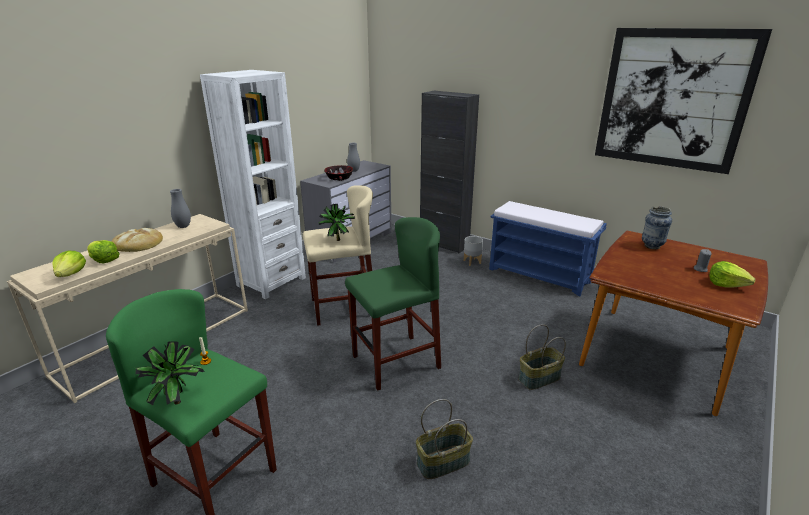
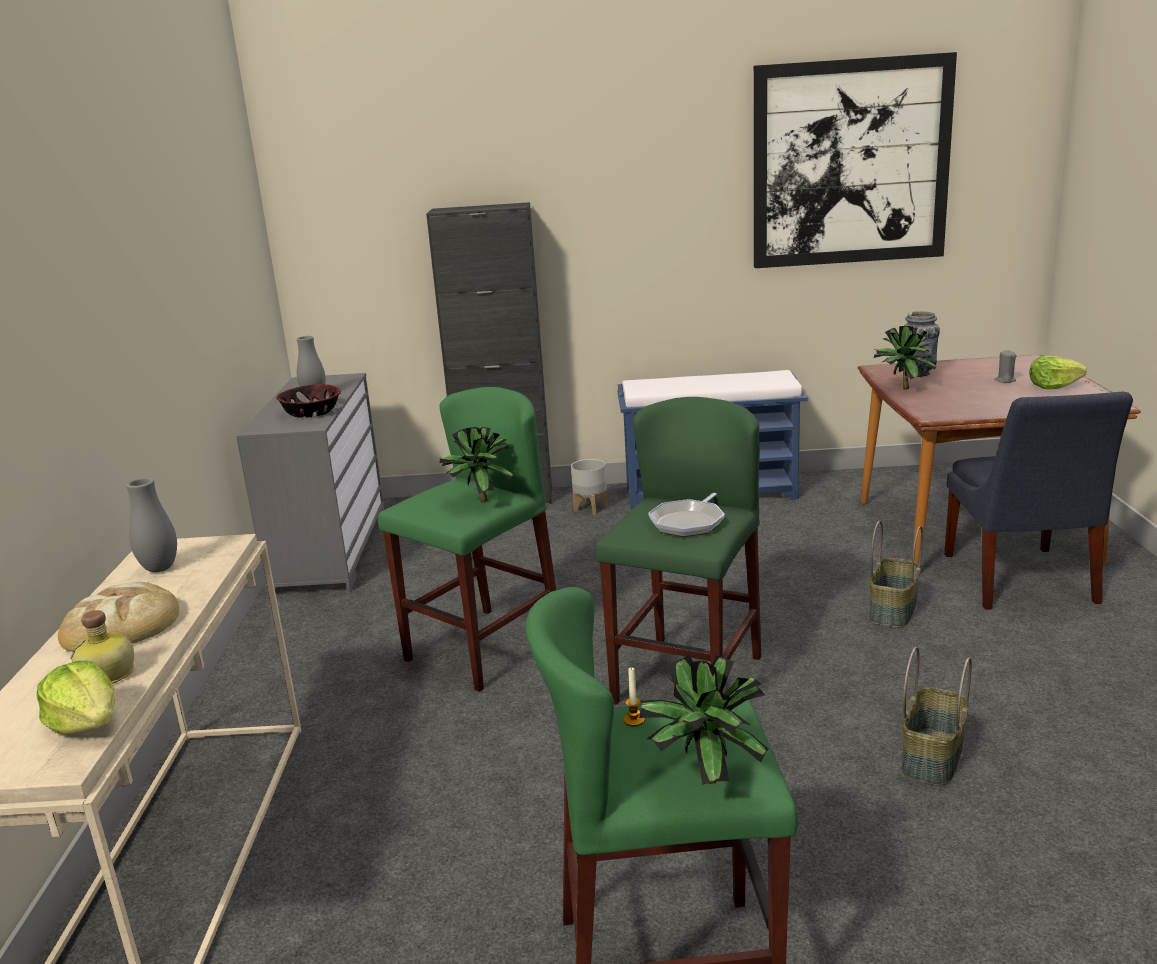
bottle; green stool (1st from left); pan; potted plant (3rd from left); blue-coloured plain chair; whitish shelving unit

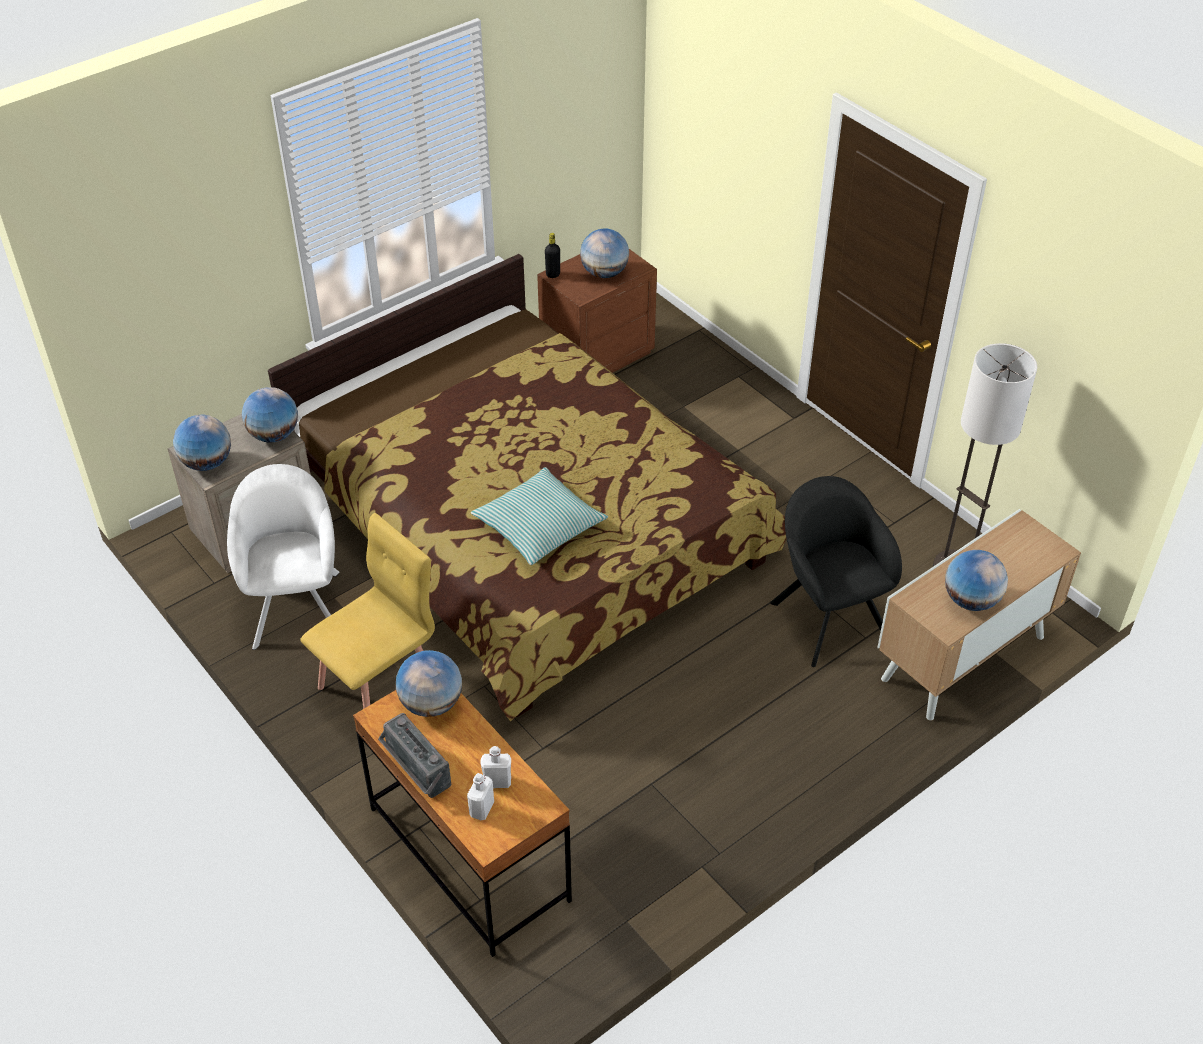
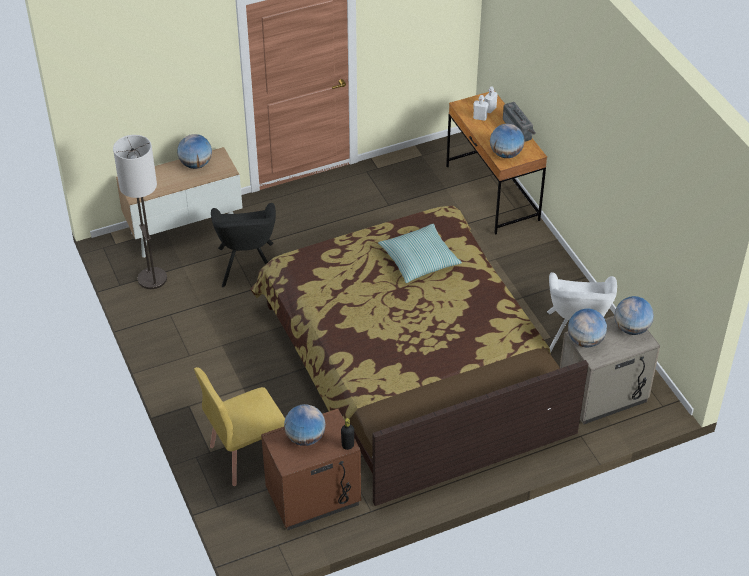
yellow plain chair

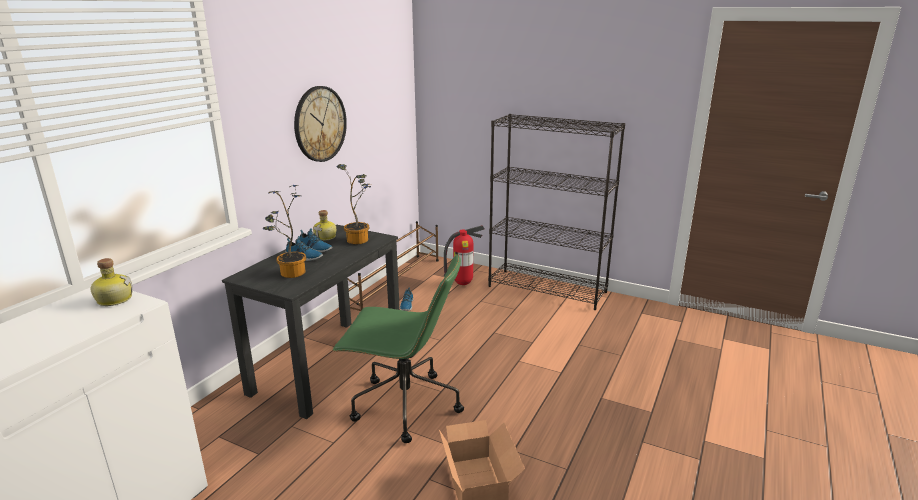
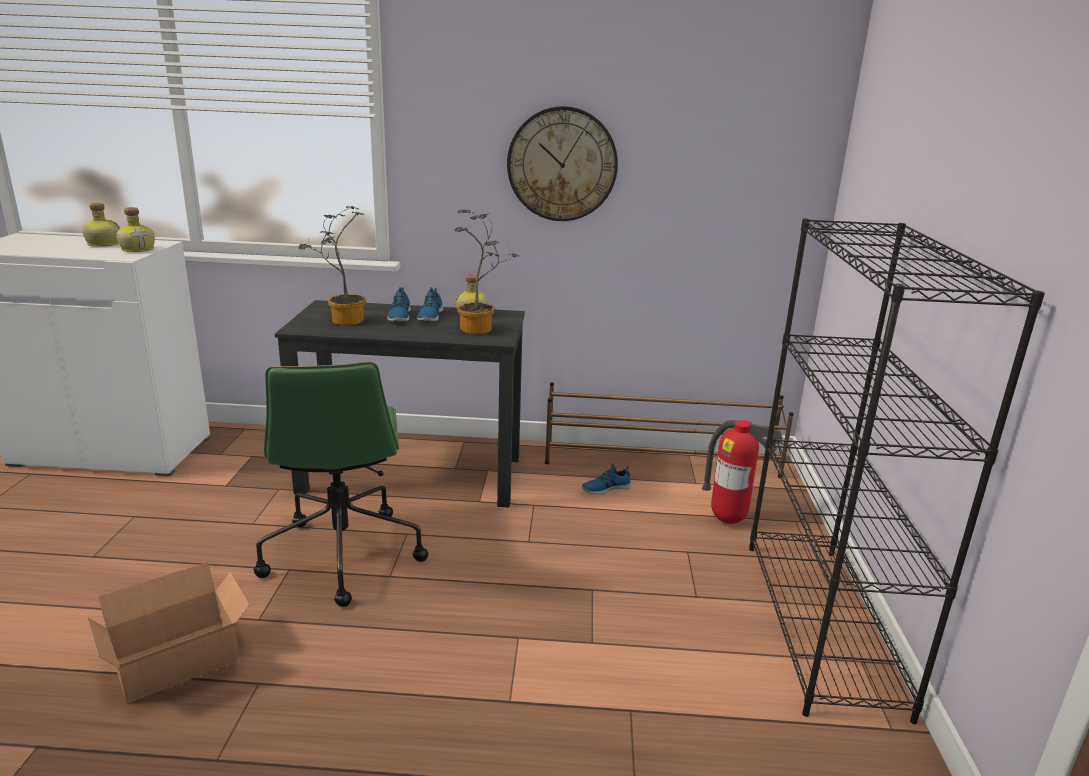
bottle (1st from left)

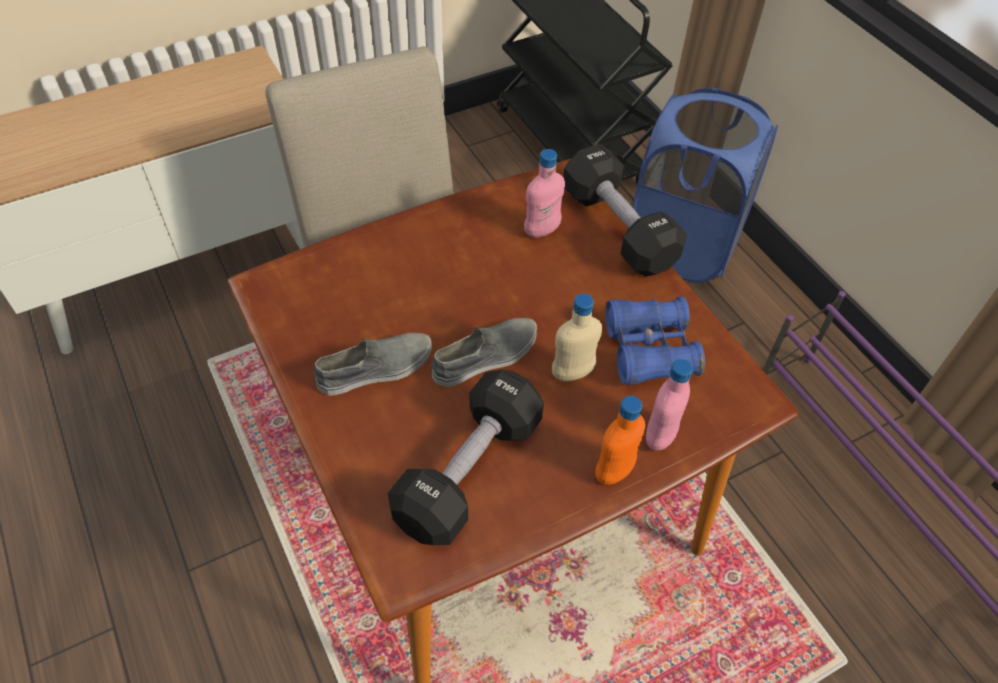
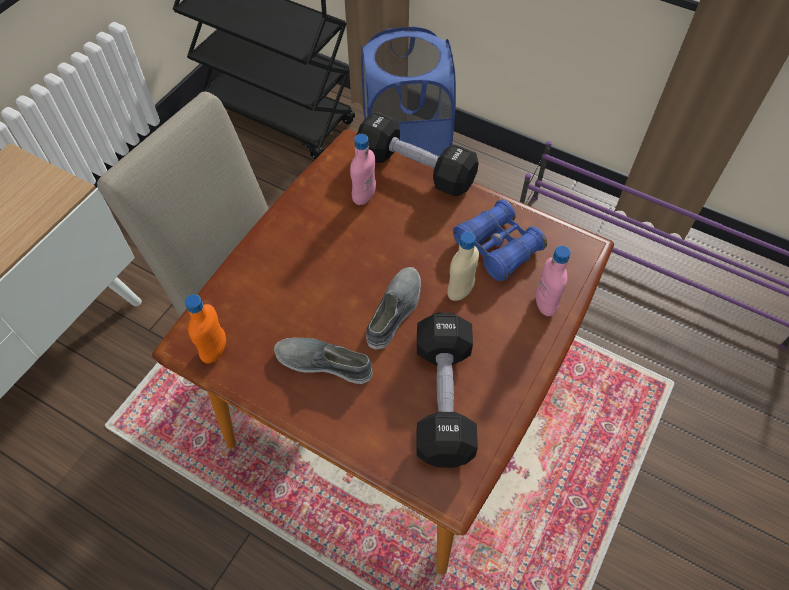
orange-coloured bottle; grey item of footwear (1st from left)

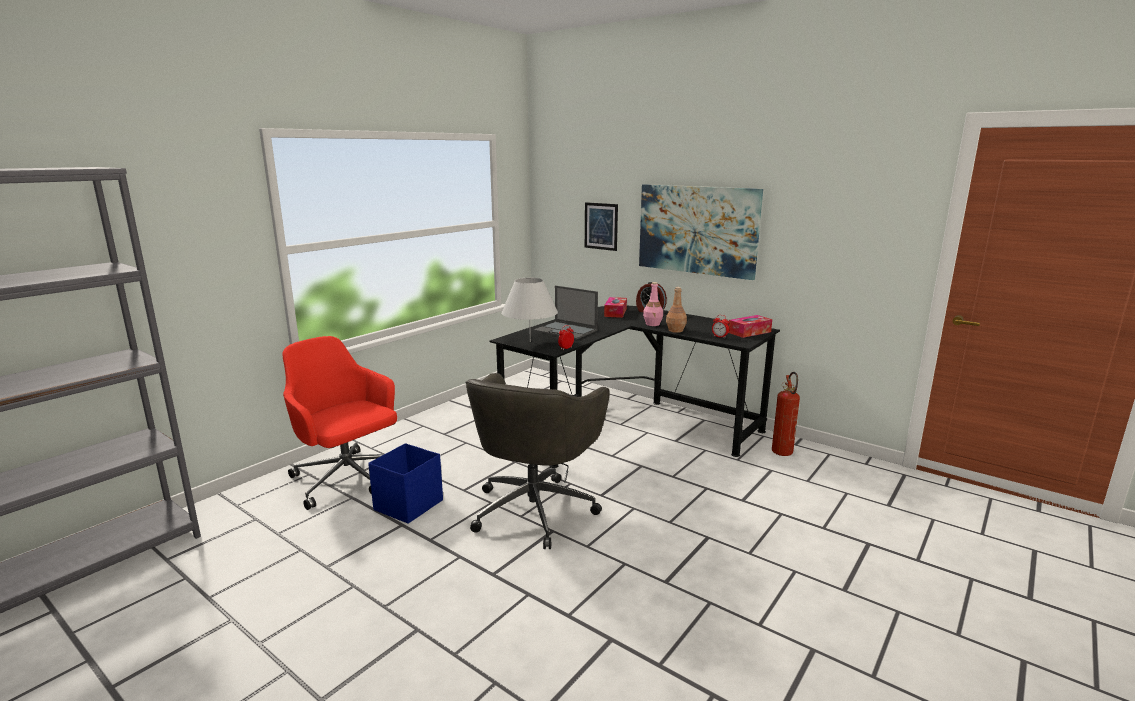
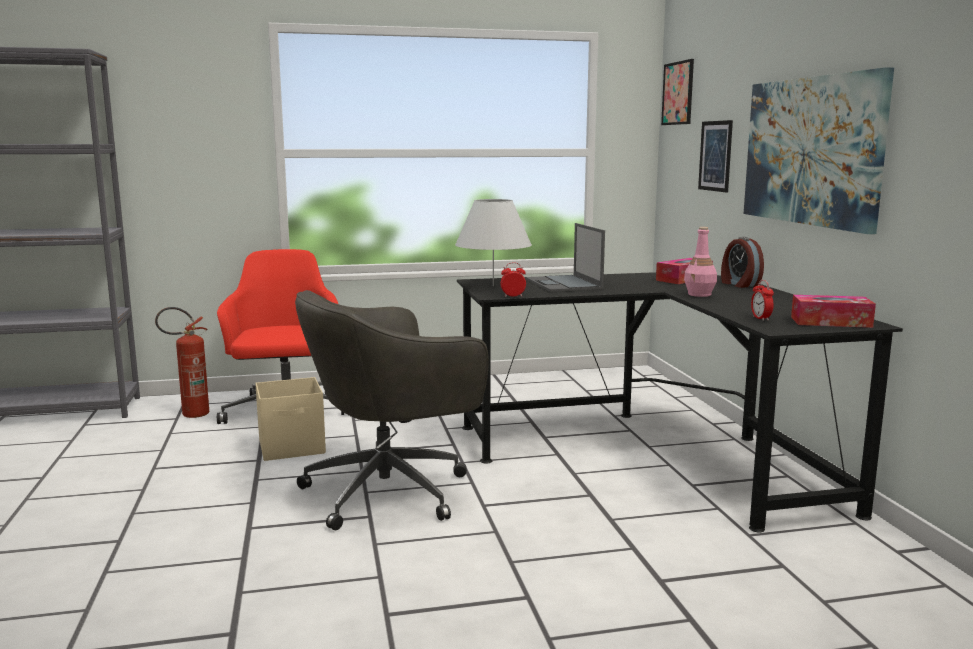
fire-fighting cylinder; beige storage container; wall art (1st from left); brownish bottle

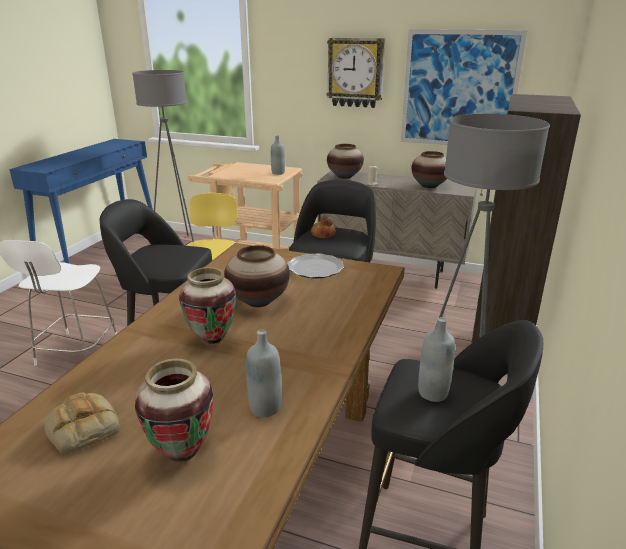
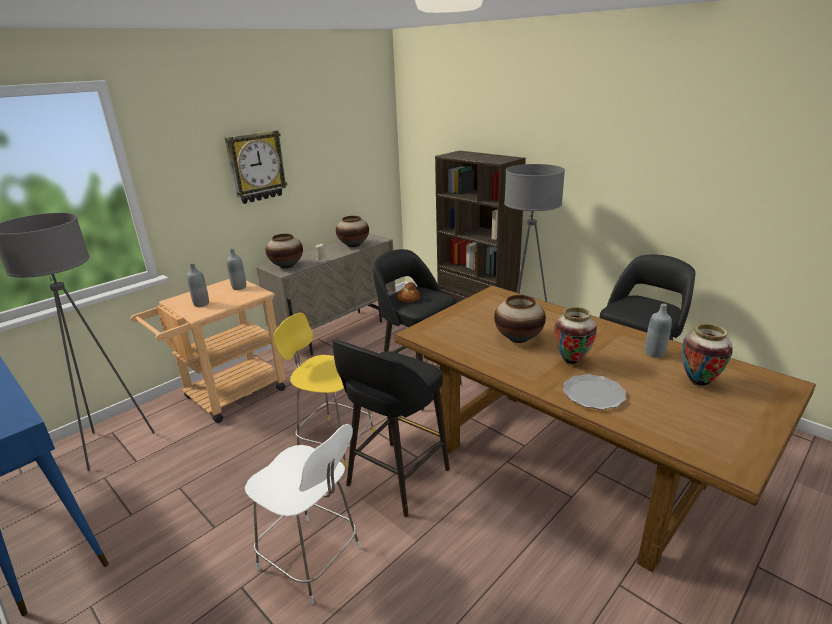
grey bottle (1st from left); plate; bread (1st from left in the first image); wall art

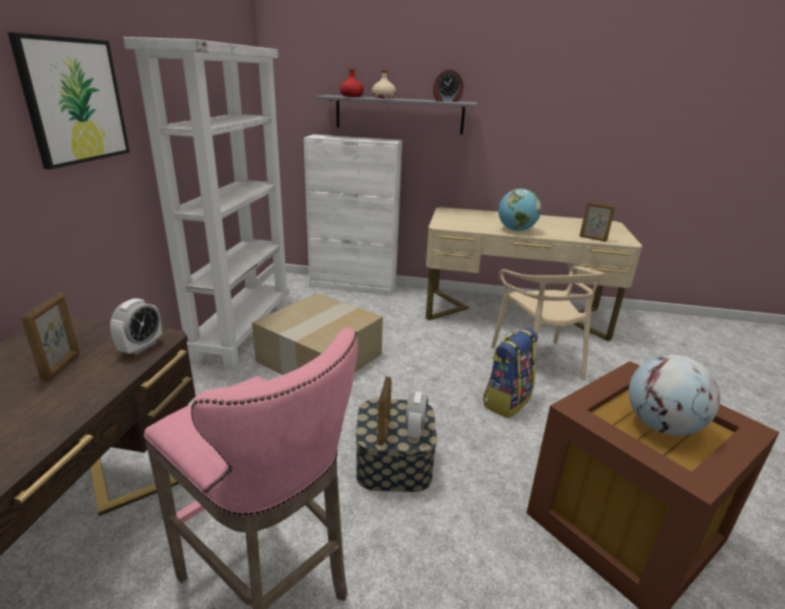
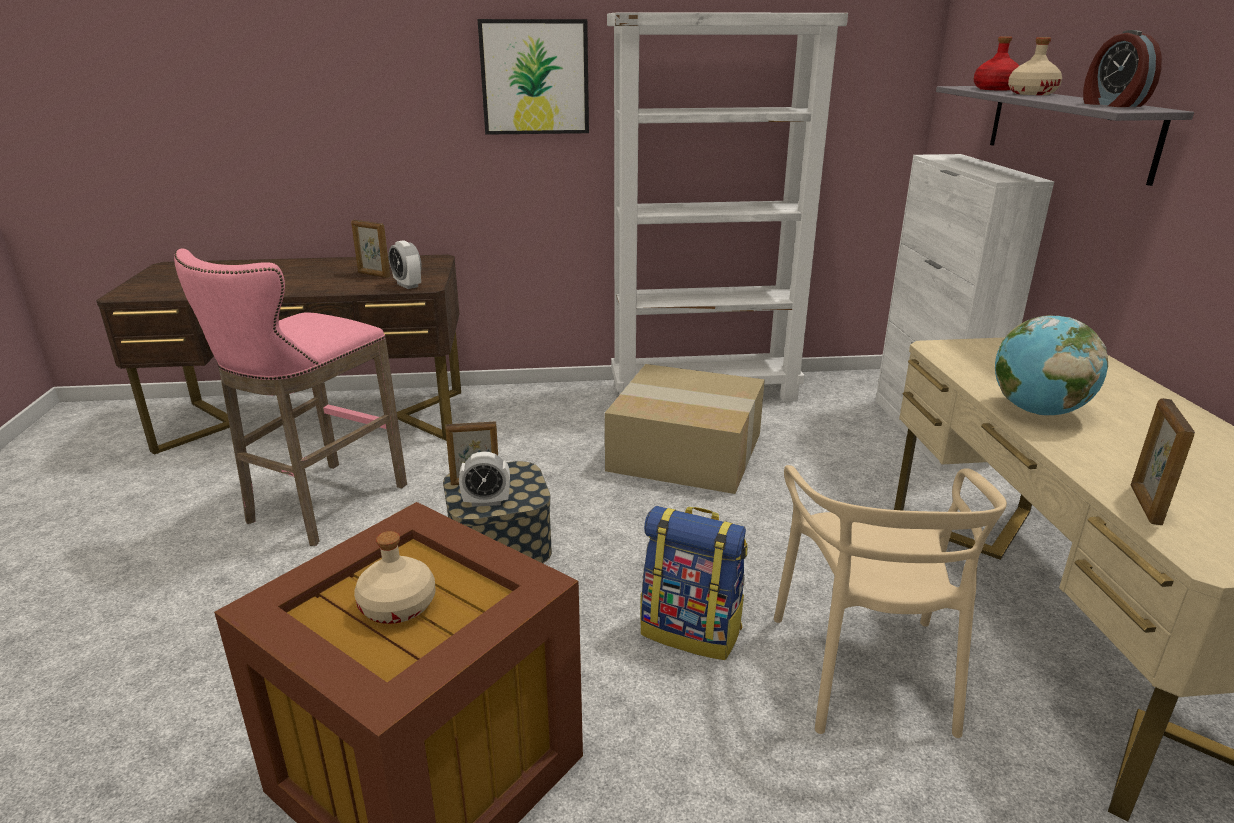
photo frame (1st from left); beige bottle (1st from left); alarm clock (1st from left); beige plain chair

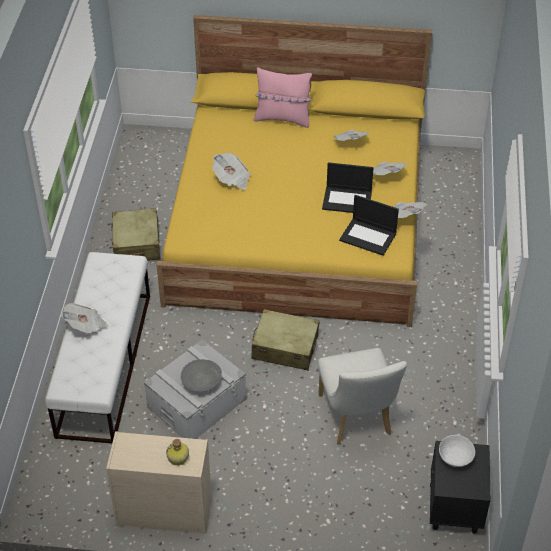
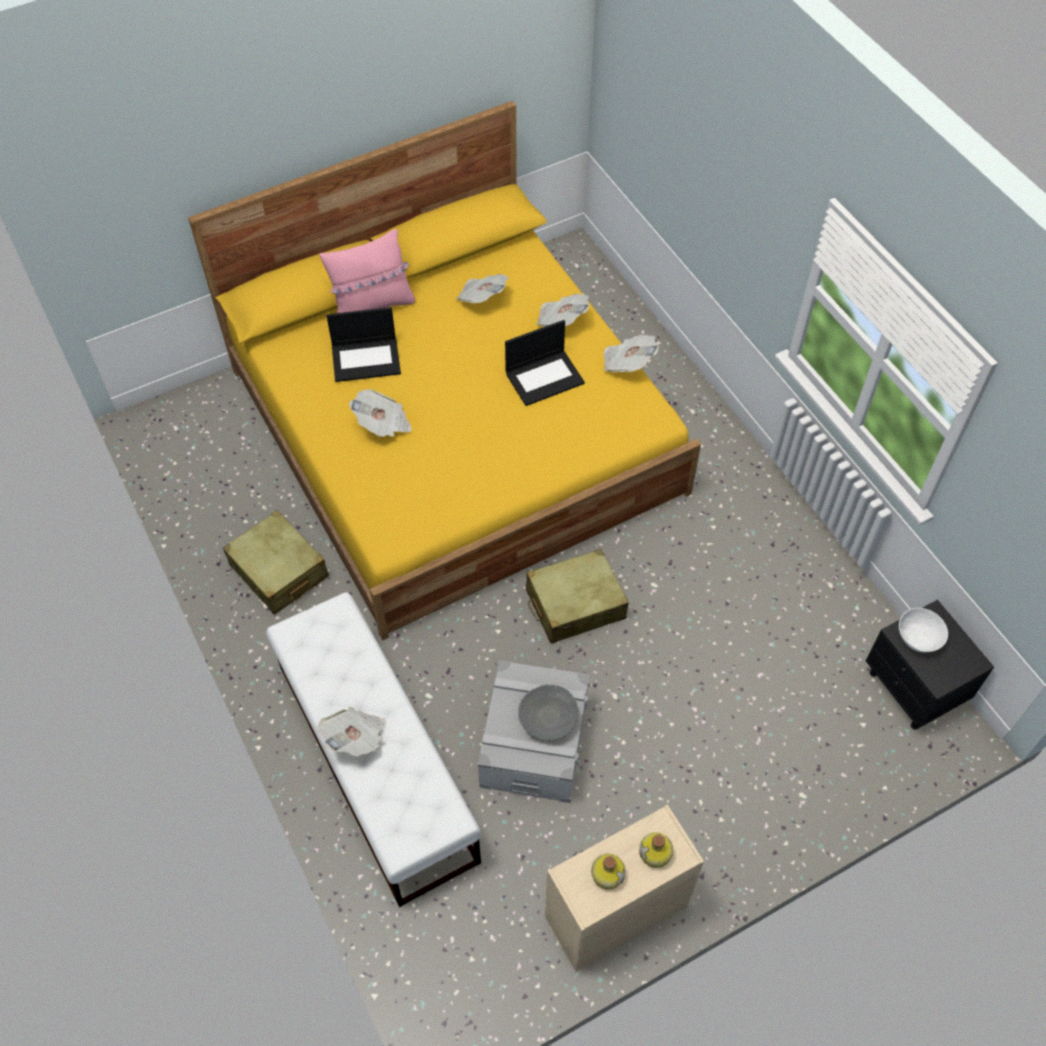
portable computer (1st from left); bottle (1st from left); whitish plain chair

